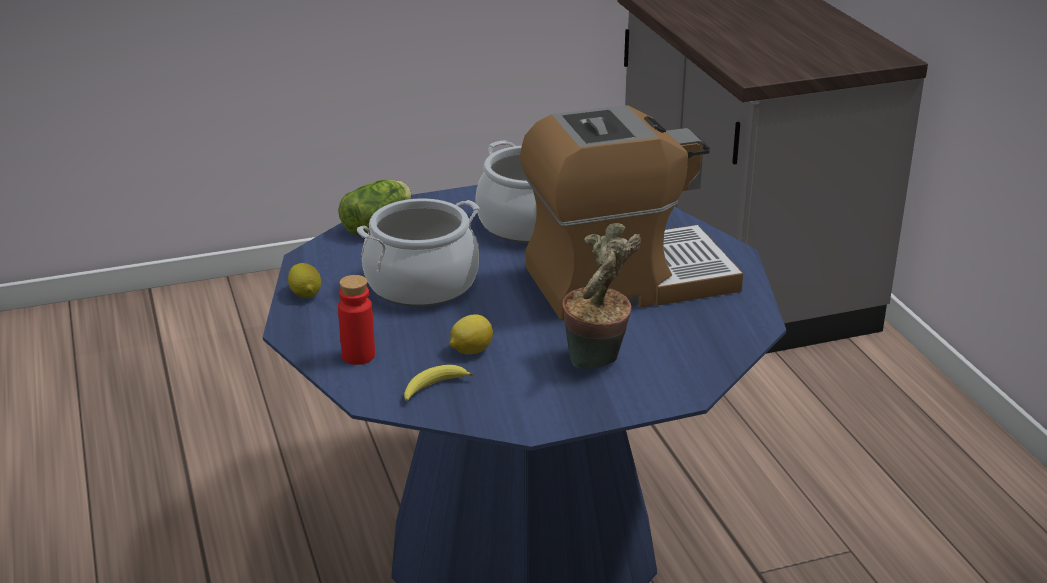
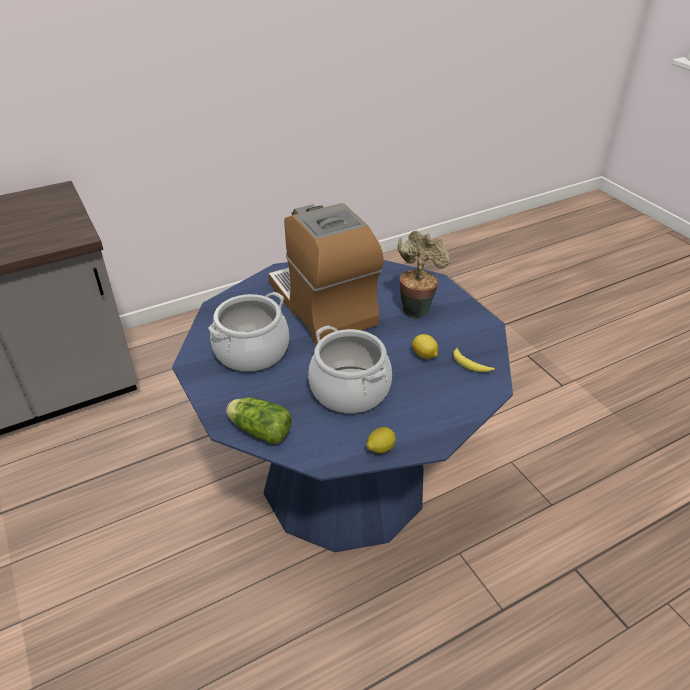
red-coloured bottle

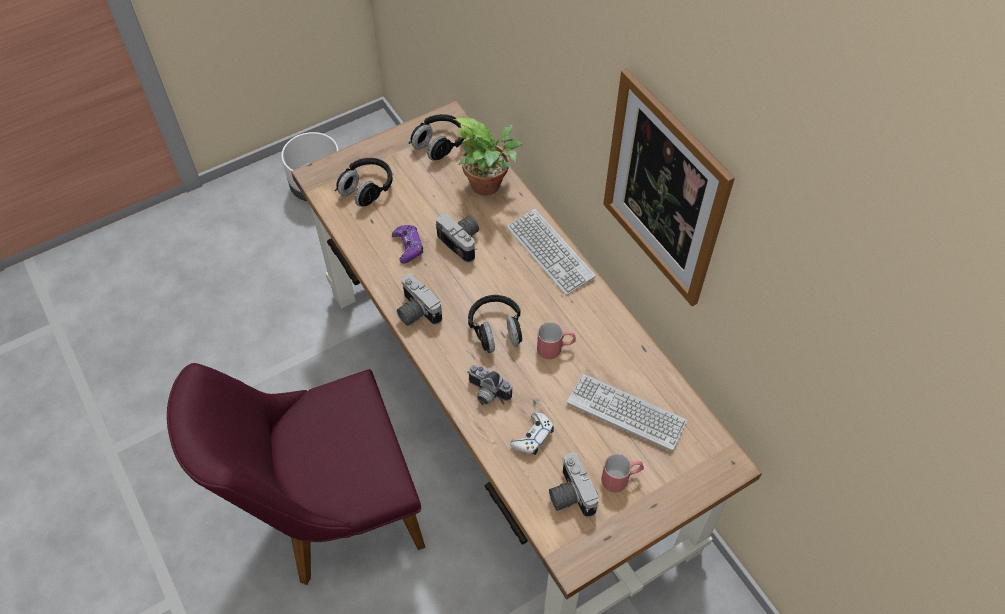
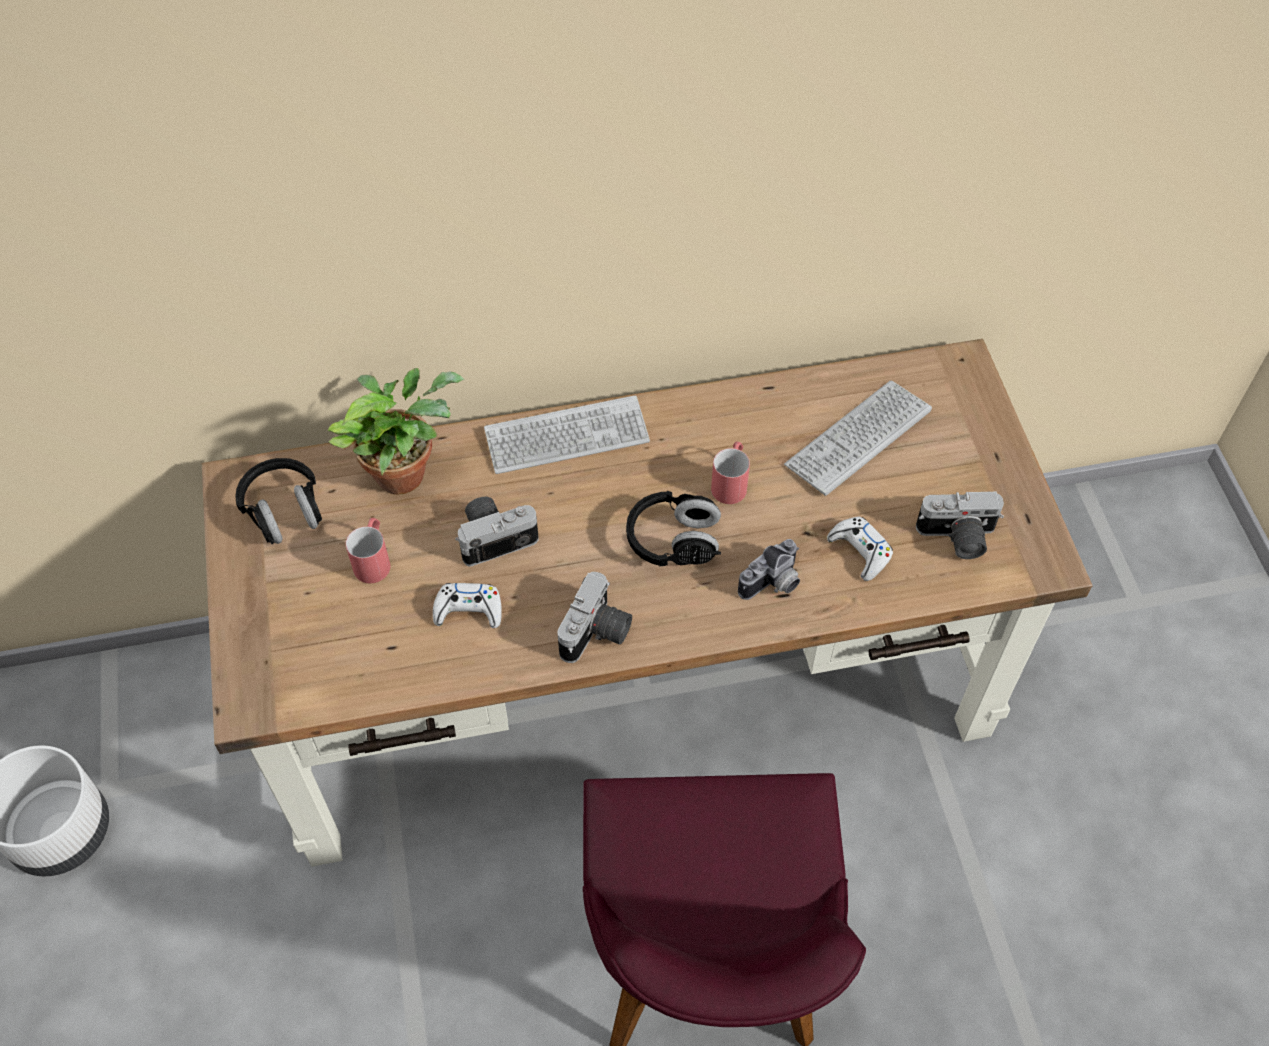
red-coloured tea mug (1st from left); whitish joypad (1st from left); still camera (2nd from left); black headphones (1st from left in the first image); wall art

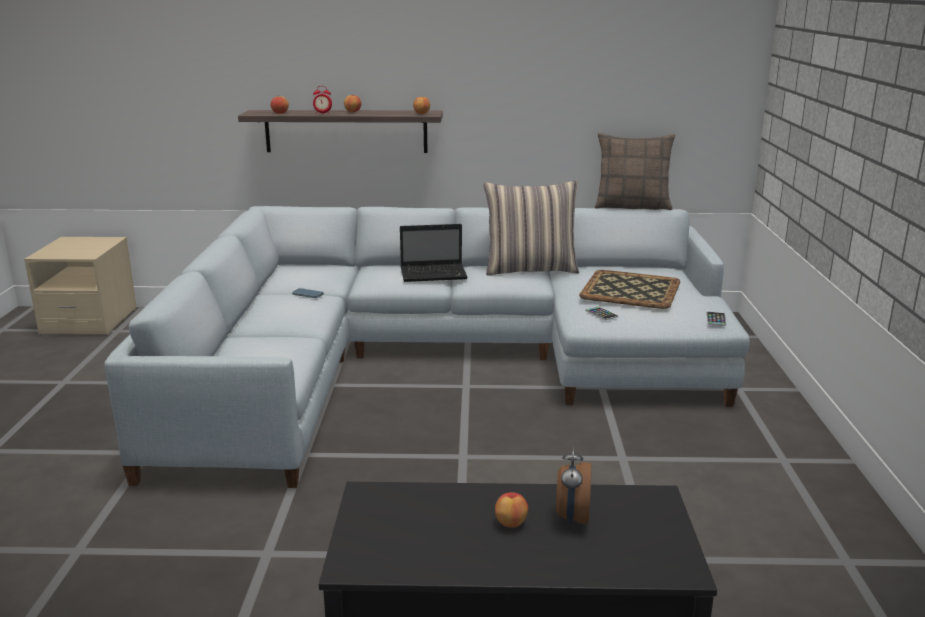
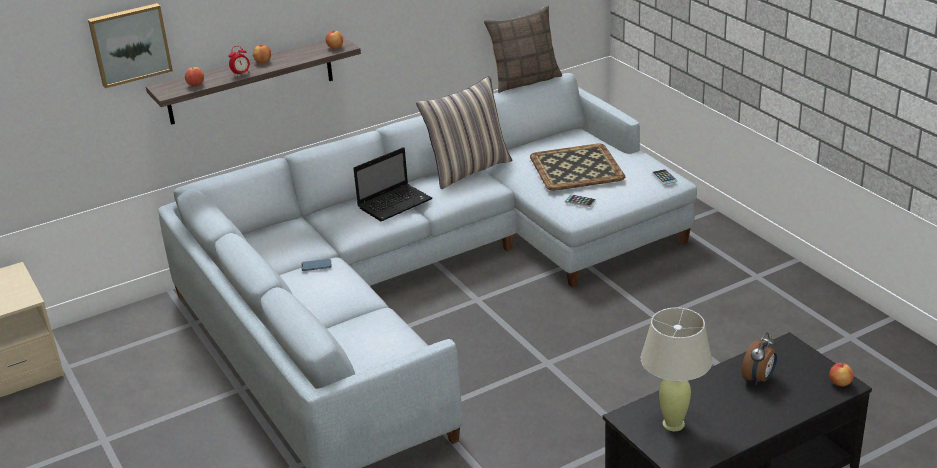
wall art; beige lamp for a table; alarm clock (2nd from left); whole apple (4th from left)

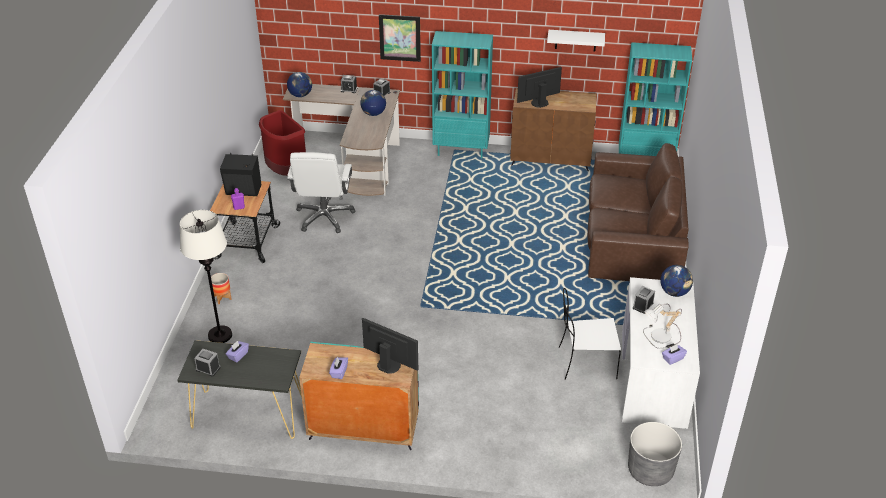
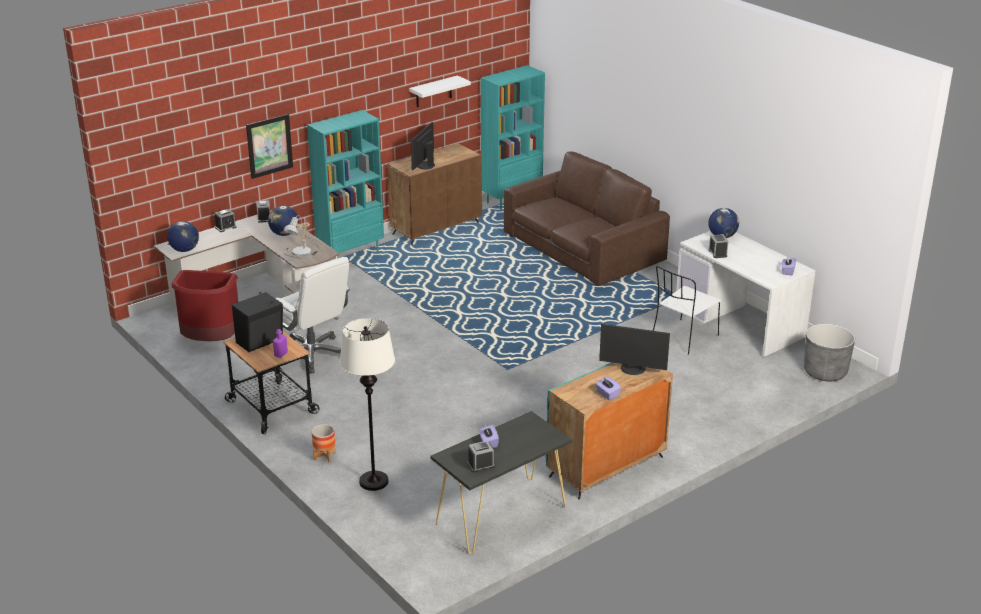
lamp for a table; computer screen (2nd from left)

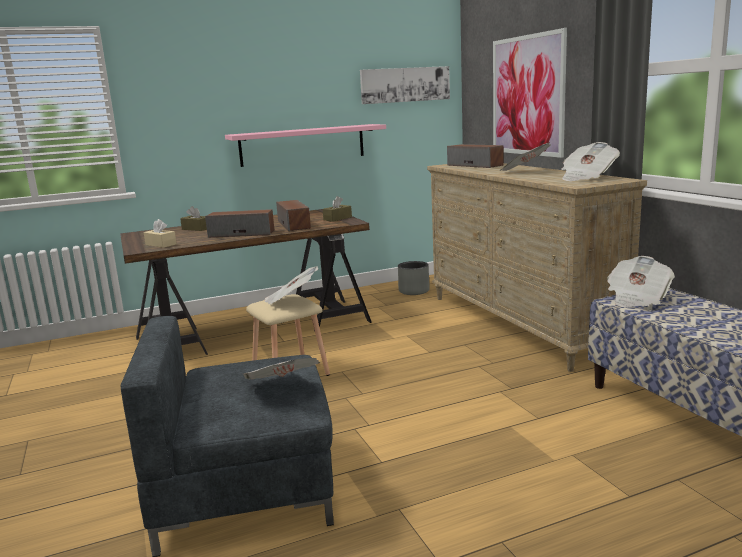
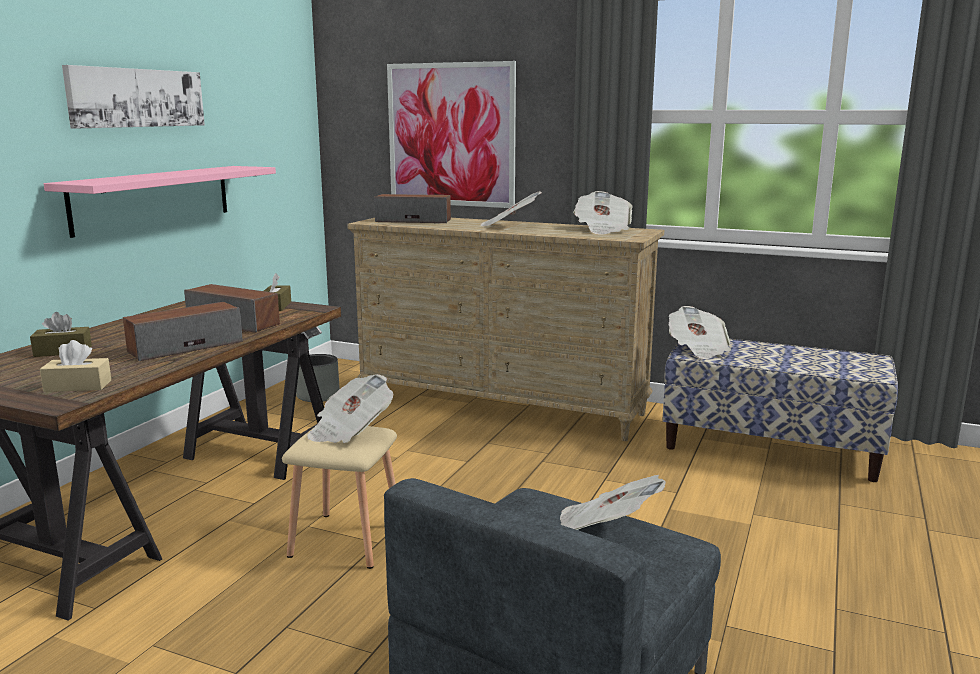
wall art (1st from left)

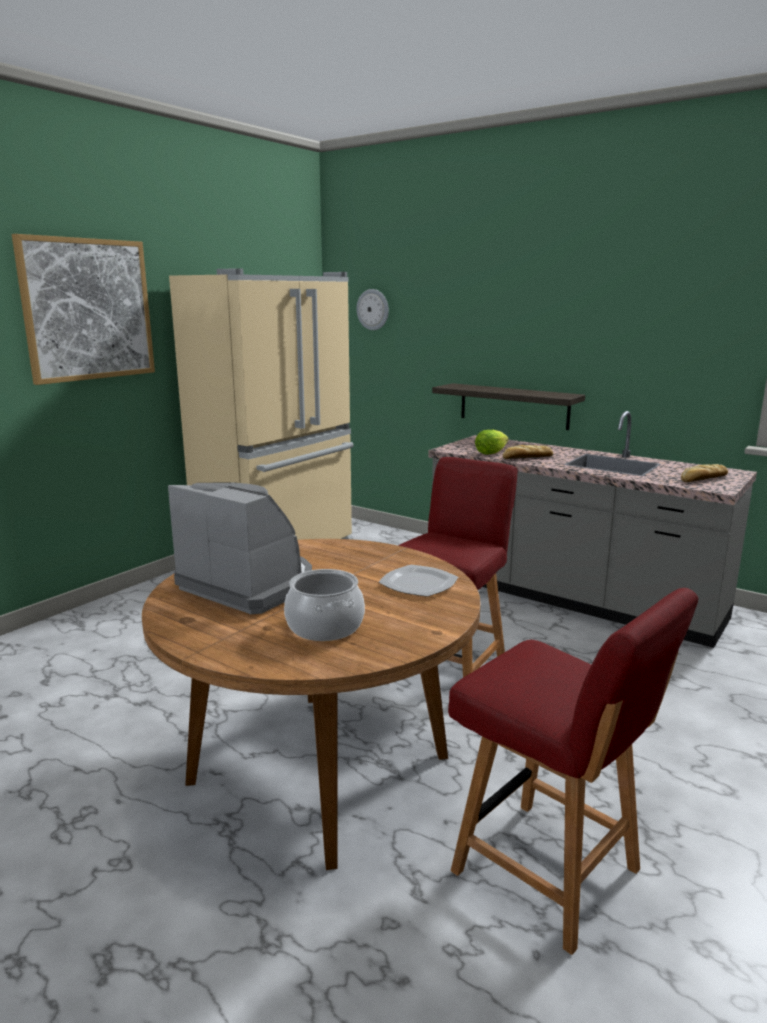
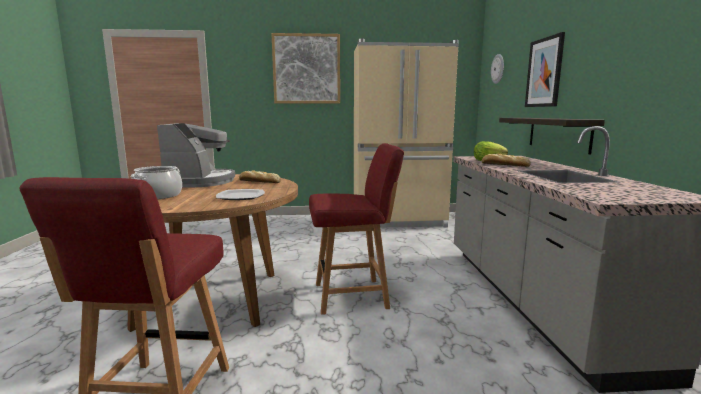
bread (1st from left); wall art (2nd from left)

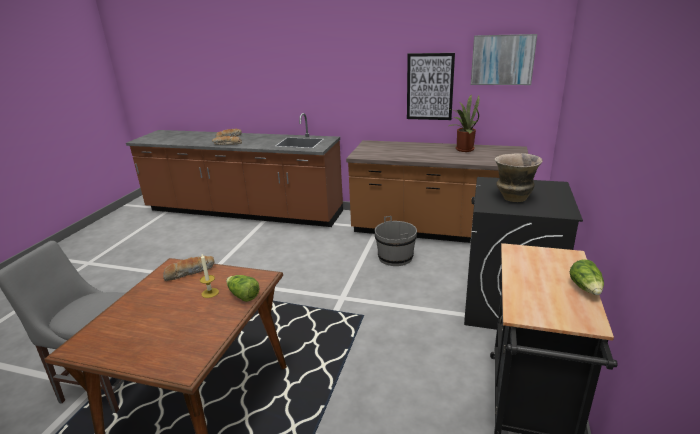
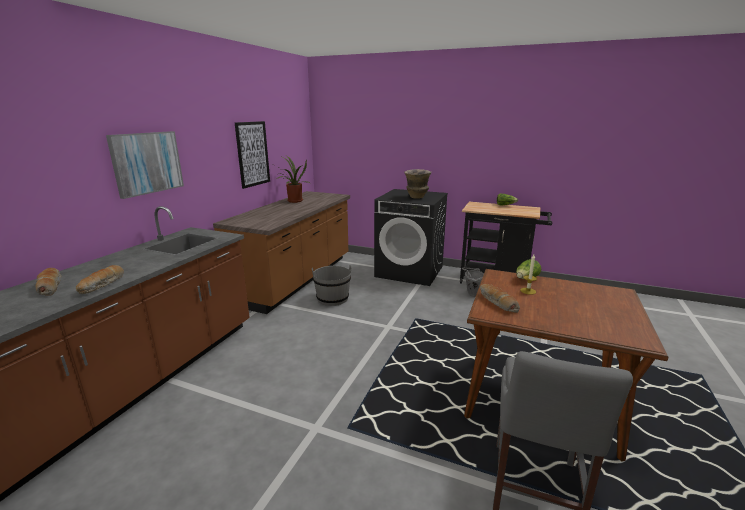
wall art (1st from left); grey water bucket (2nd from left)

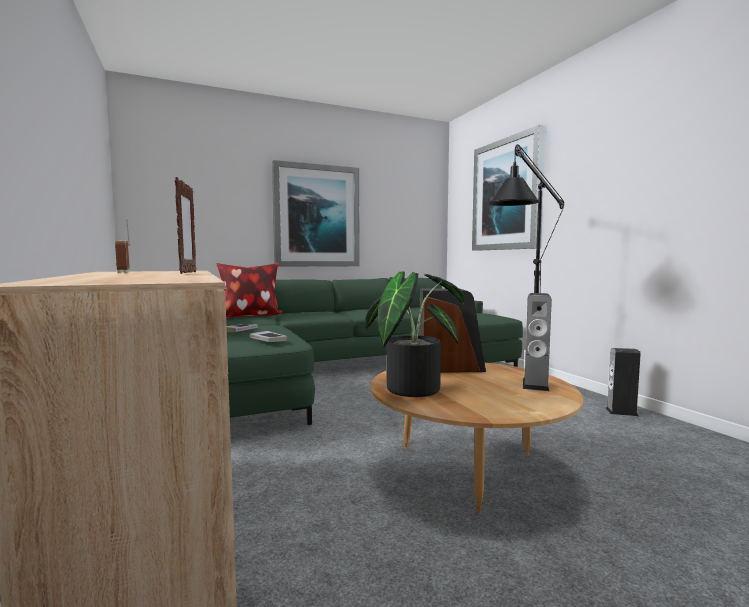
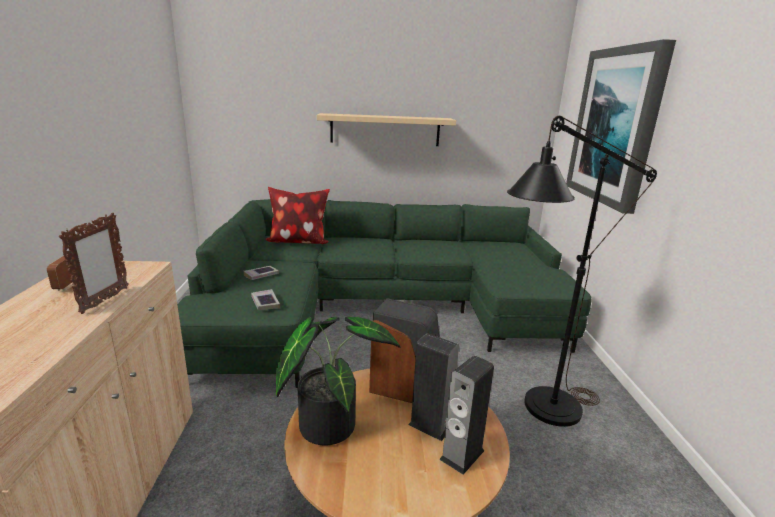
beige bracket shelf; loudspeaker (2nd from left)

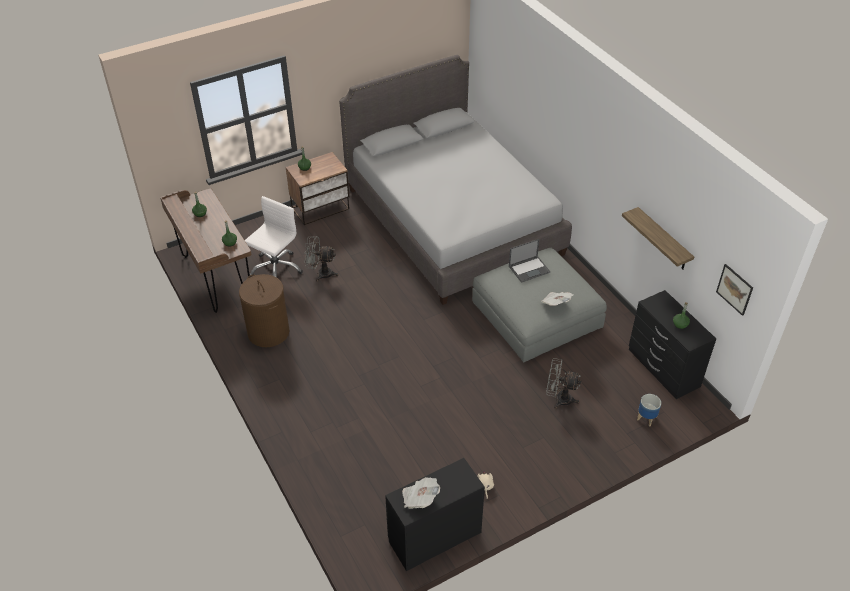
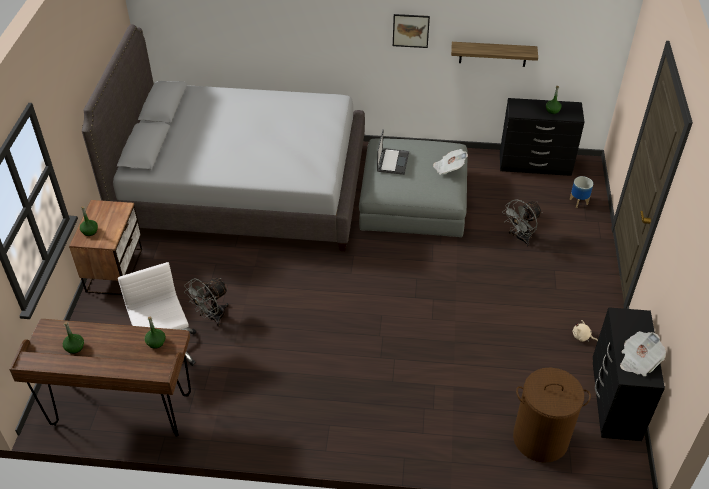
wall art; brownish laundry basket

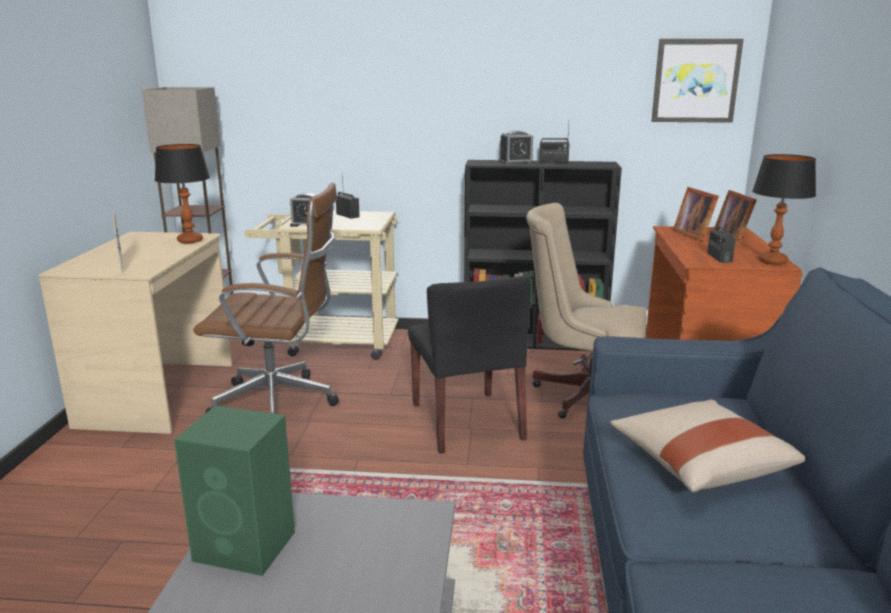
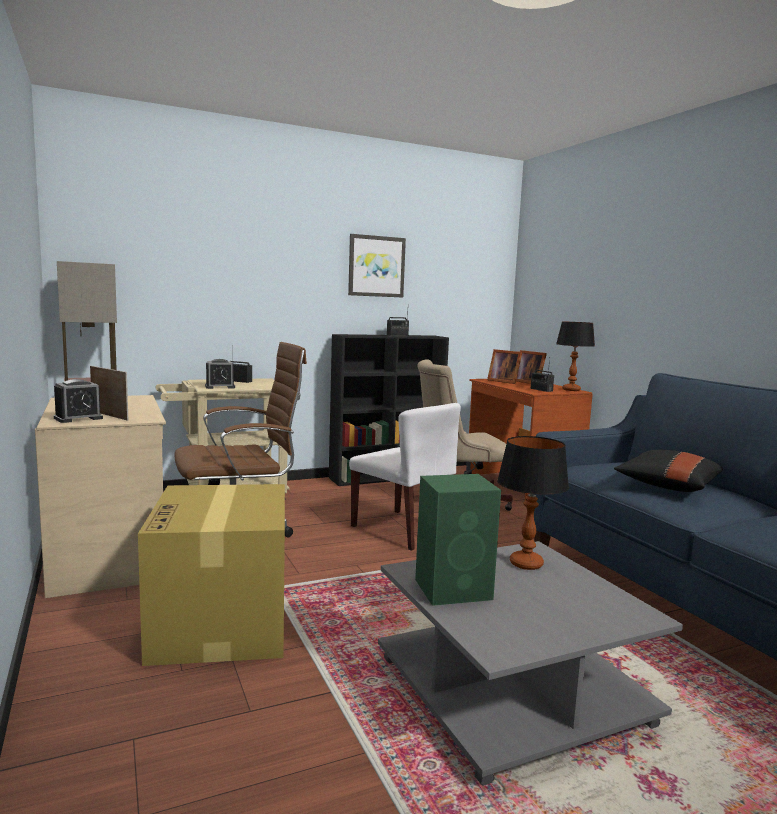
alarm clock (1st from left); cardboard box; wall art; whitish plain chair; lamp for a table (1st from left); black pillow

